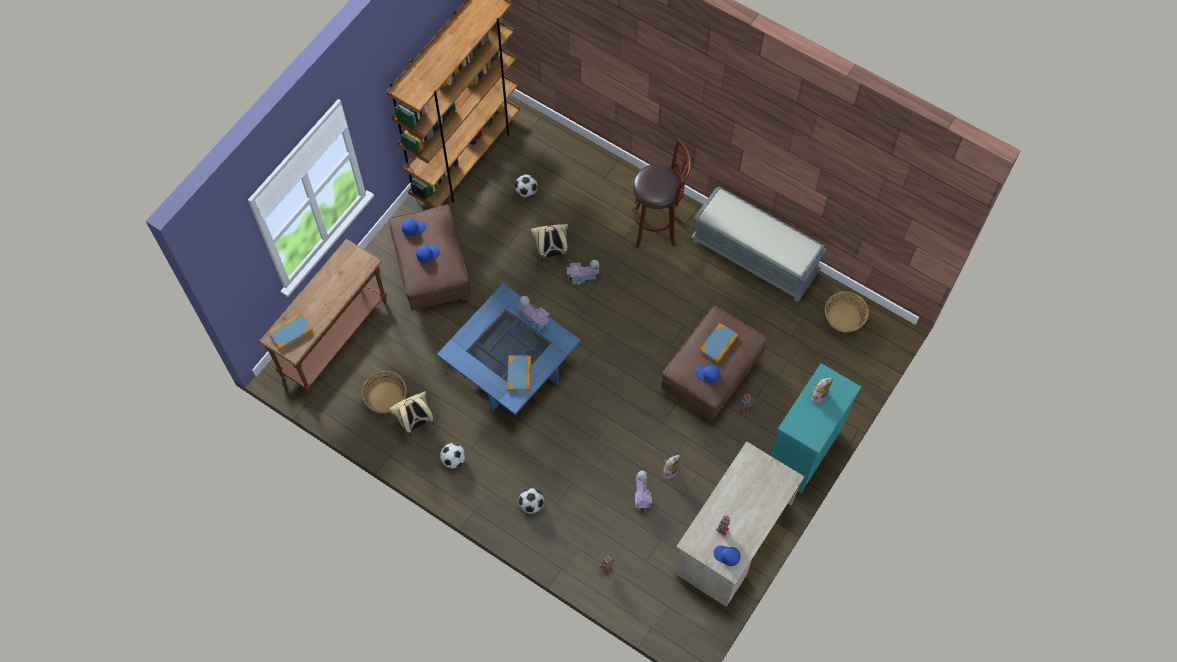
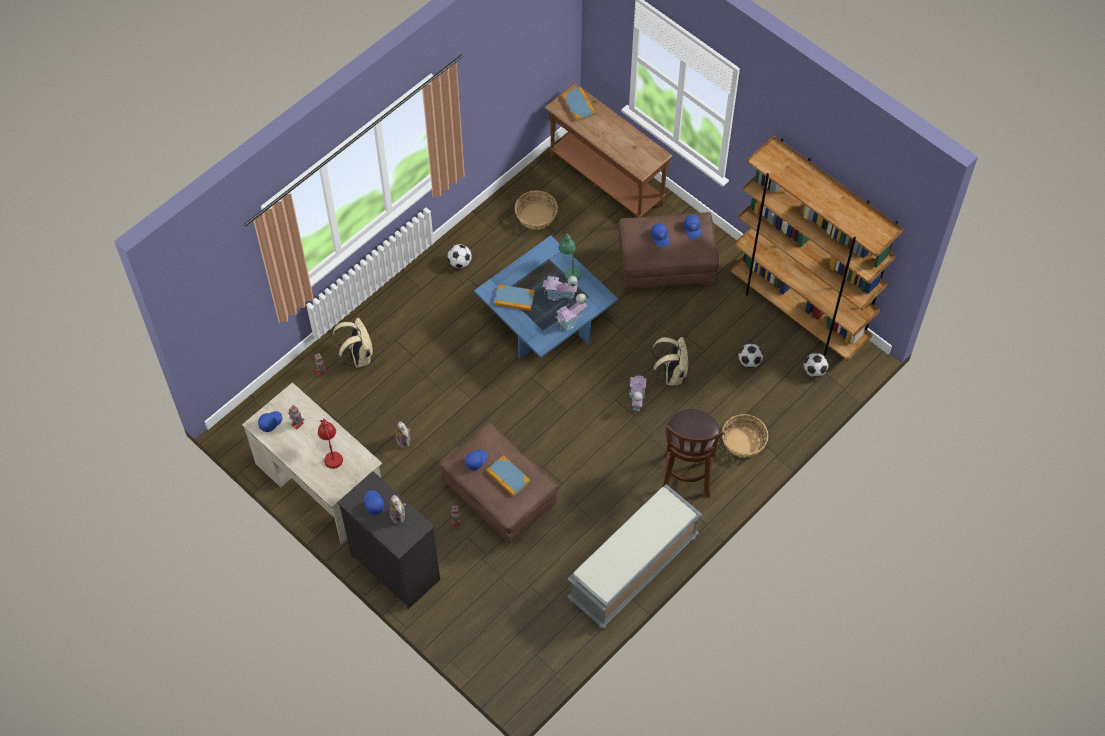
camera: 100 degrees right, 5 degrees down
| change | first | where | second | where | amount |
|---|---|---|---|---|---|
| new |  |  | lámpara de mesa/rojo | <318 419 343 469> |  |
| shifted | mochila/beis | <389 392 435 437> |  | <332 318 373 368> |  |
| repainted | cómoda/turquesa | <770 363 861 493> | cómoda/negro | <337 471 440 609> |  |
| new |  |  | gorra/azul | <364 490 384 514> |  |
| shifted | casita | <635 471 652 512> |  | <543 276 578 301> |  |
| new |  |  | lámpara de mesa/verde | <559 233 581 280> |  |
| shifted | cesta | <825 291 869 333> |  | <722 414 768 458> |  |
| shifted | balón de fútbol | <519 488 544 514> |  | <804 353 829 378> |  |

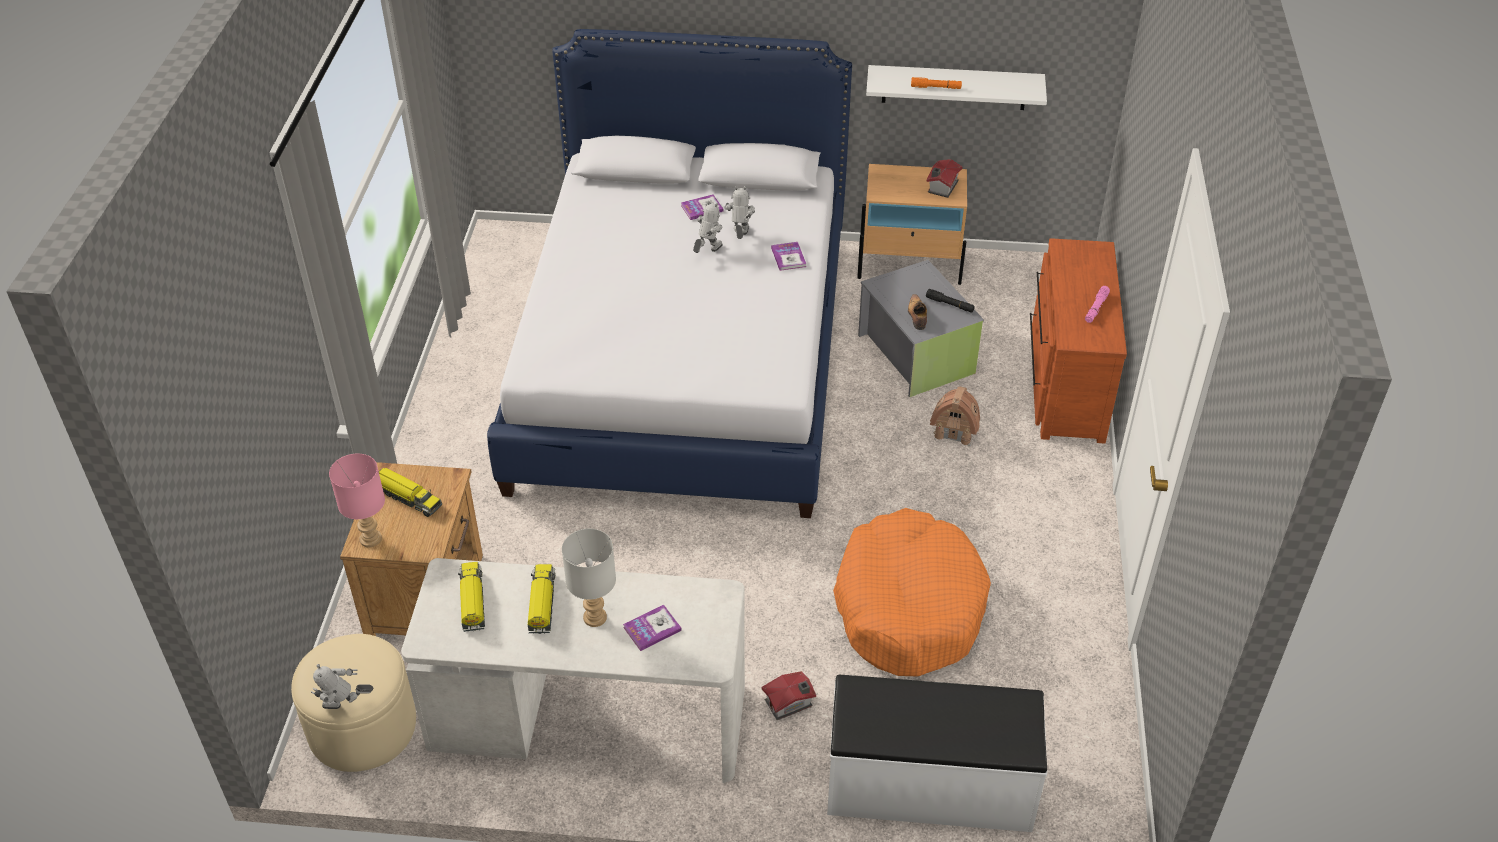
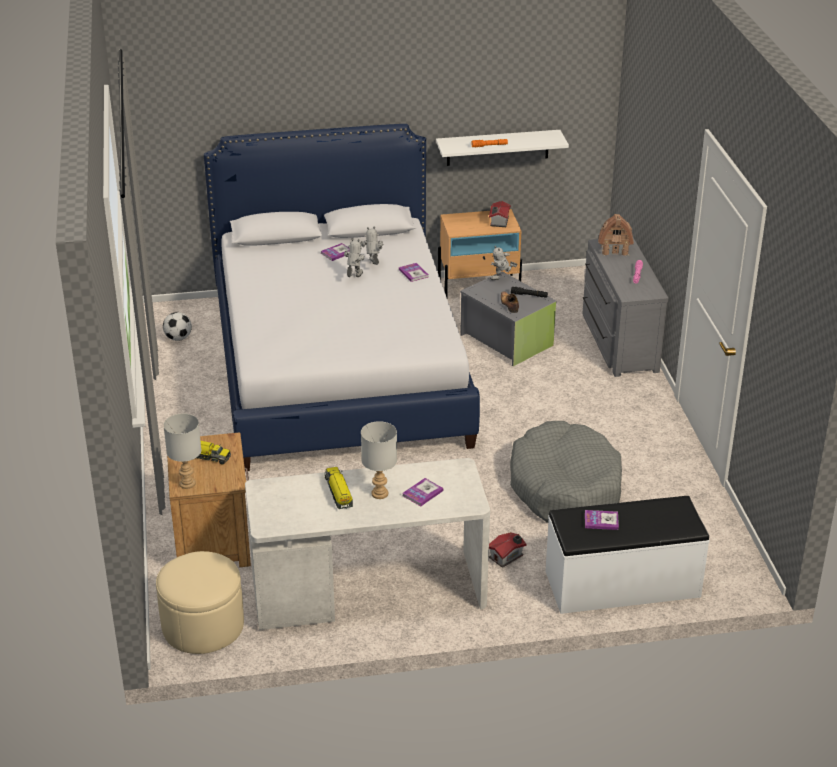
camera: 15 degrees left, 10 degrees down
| change | first | where | second | where | amount |
|---|---|---|---|---|---|
| new |  |  | balón de fútbol | <163 312 192 341> |  |
| repainted | lámpara de mesa/rosa | <329 454 385 547> | lámpara de mesa/gris | <163 413 201 489> |  |
| shifted | robot de juguete | <311 664 373 709> |  | <490 246 518 280> |  |
| repainted | cama para perro/naranja | <833 508 991 677> | cama para perro/gris | <510 421 622 523> |  |
| repainted | cómoda/marrón | <1030 238 1127 444> | cómoda/gris | <582 238 668 377> |  |
| new |  |  | libro | <585 510 619 530> |  |
| shifted | casita | <930 386 980 447> |  | <598 214 634 256> |  |
| gone | camión de juguete | <458 562 485 632> |  |  |  |

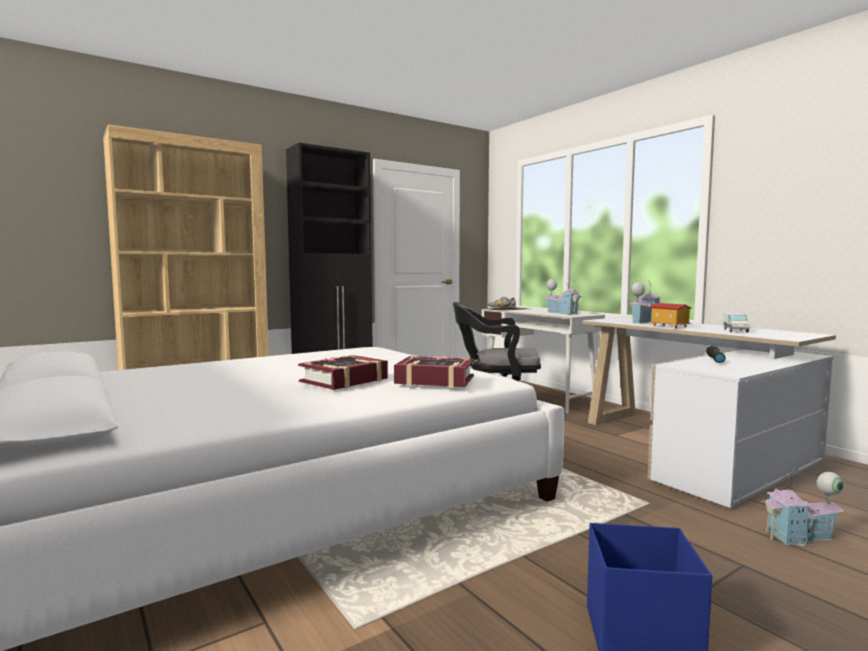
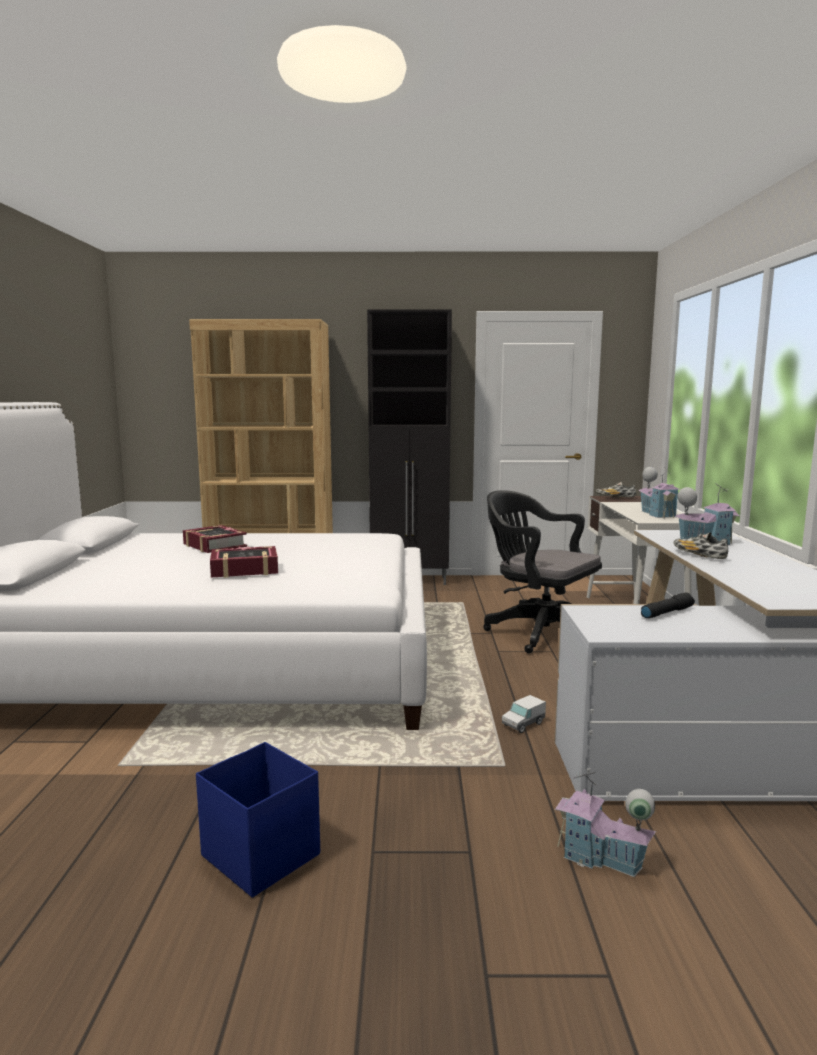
camera: 35 degrees right, 5 degrees up
| change | first | where | second | where | amount |
|---|---|---|---|---|---|
| shifted | libro | <394 356 474 388> |  | <183 525 247 553> |  |
| shifted | camión de juguete | <723 313 750 333> |  | <502 695 546 733> |  |
| swapped | casita | <650 303 692 329> | zapato | <674 532 728 559> |  |

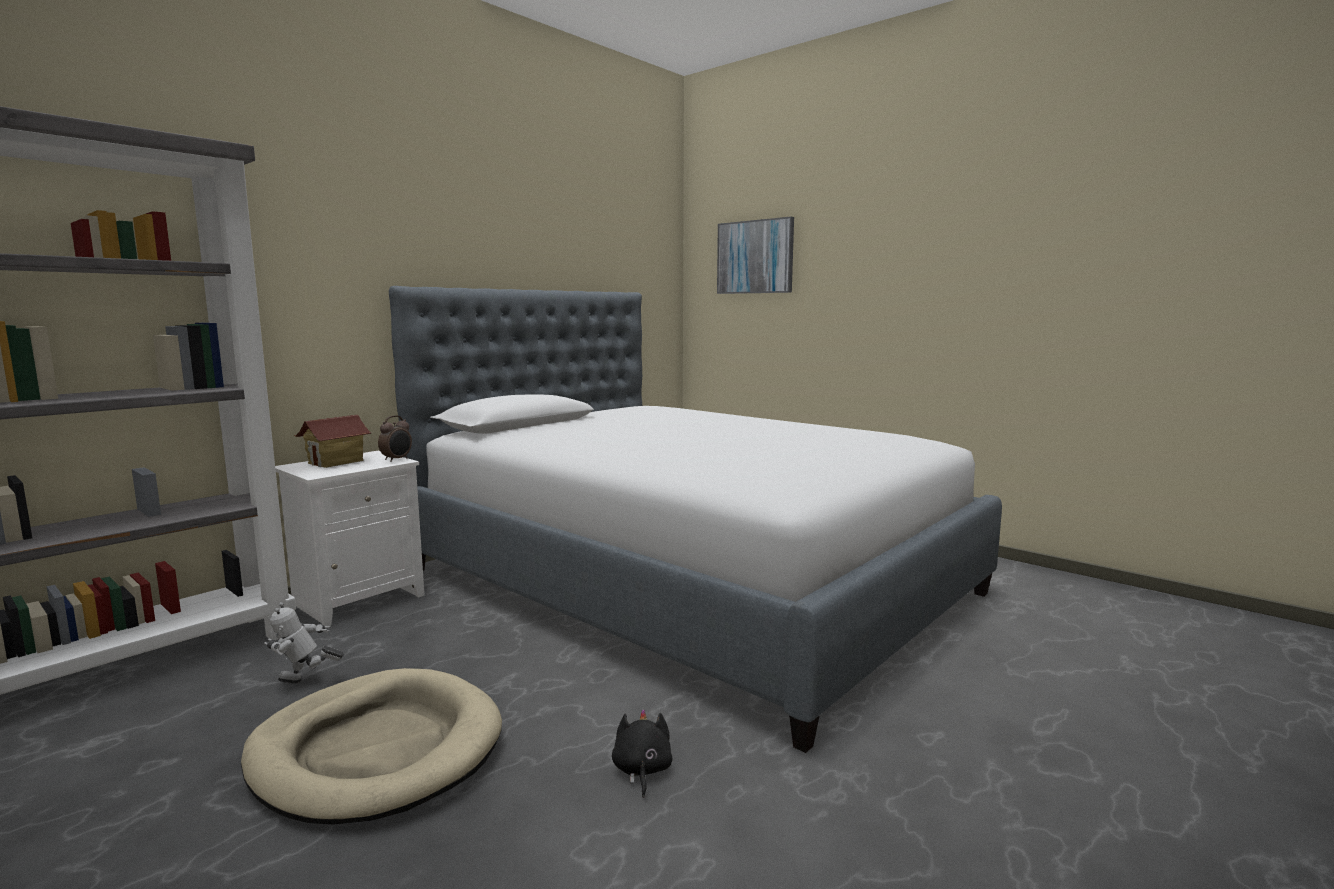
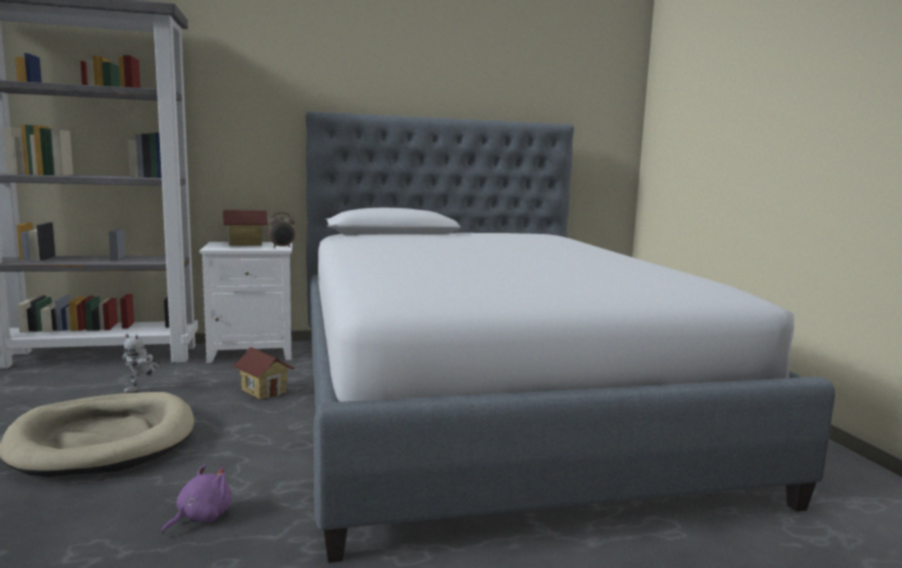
camera: 35 degrees right, 0 degrees up
| change | first | where | second | where | amount |
|---|---|---|---|---|---|
| rotated | robot de juguete | <264 602 344 683> |  | <122 334 160 393> | 105 degrees counterclockwise |
| repainted | peluche/negro | <612 709 672 798> | peluche/morado | <162 464 232 534> |  |
| new |  |  | casita | <231 347 295 399> |  |
| gone | cuadro | <717 217 794 294> |  |  |  |

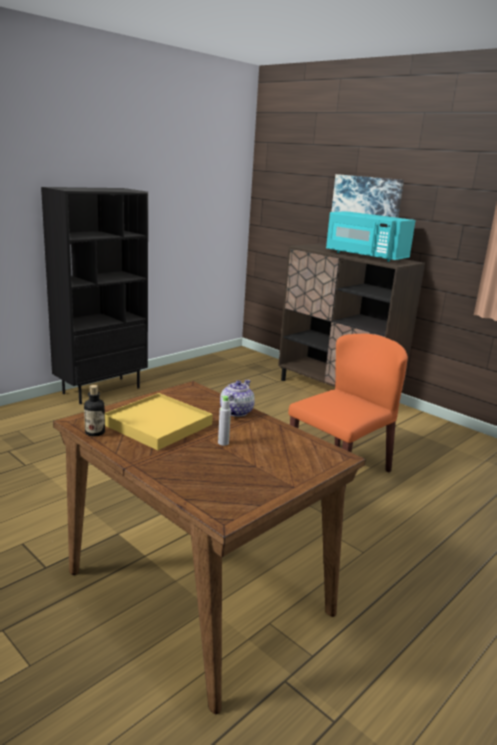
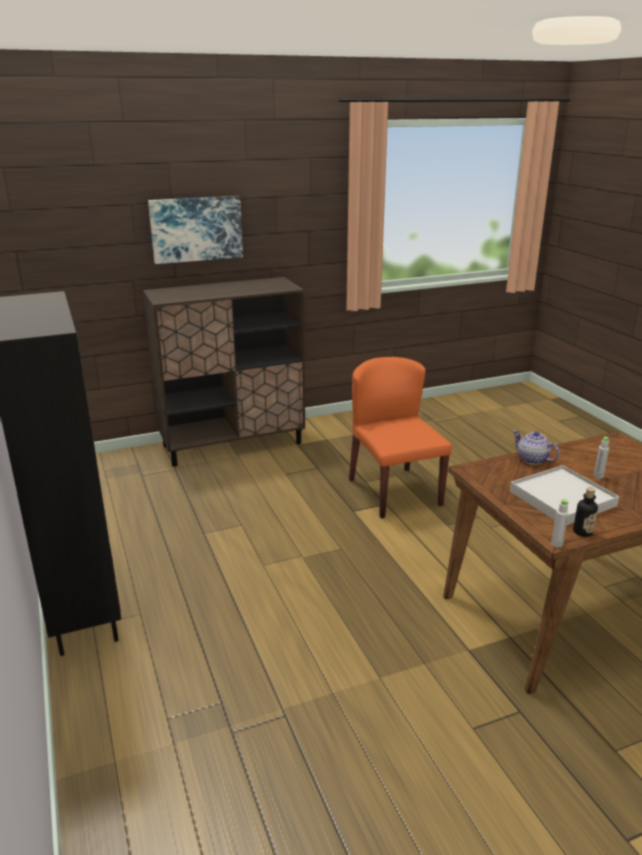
camera: 65 degrees left, 5 degrees up
| change | first | where | second | where | amount |
|---|---|---|---|---|---|
| repainted | bandeja/amarillo | <105 393 213 450> | bandeja/blanco | <510 465 619 525> |  |
| new |  |  | botella/gris | <551 499 569 547> |  |
| gone | microondas/turquesa | <326 211 416 262> |  |  |  |

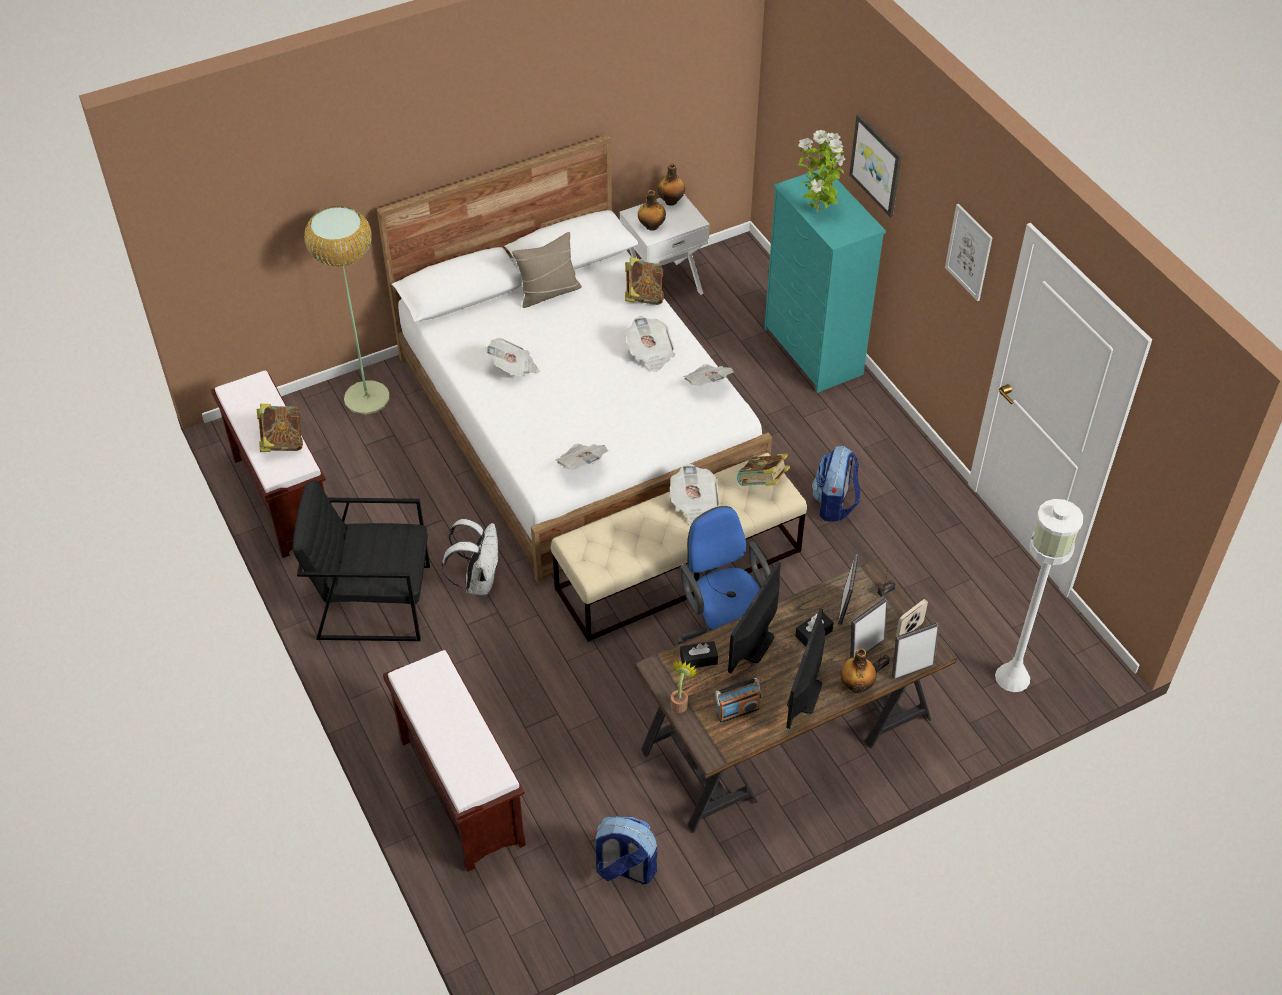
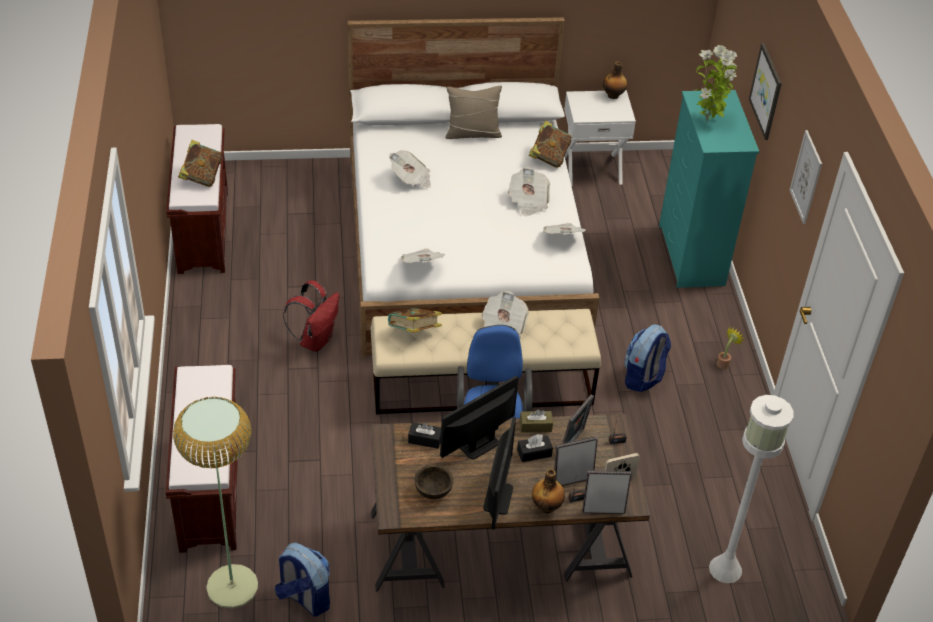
camera: 20 degrees right, 5 degrees down
| change | first | where | second | where | amount |
|---|---|---|---|---|---|
| shifted | lámpara de pie | <304 206 389 415> |  | <173 397 258 608> |  |
| repainted | mochila/blanco | <441 519 499 595> | mochila/rojo | <283 280 340 352> |  |
| shifted | libro | <737 453 790 486> |  | <388 308 442 333> |  |
| swapped | radio | <715 678 761 723> | cuenco/marrón | <415 465 453 499> |  |
| rotated | monitor | <786 608 825 729> |  | <483 417 516 530> | 150 degrees clockwise |
| new |  |  | caja de pañuelos/marrón | <520 410 553 433> |  |
| shifted | planta en maceta | <671 660 699 713> |  | <716 328 744 369> |  |
| gone | sillón/negro | <293 480 430 641> |  |  |  |
| gone | botella | <638 190 666 231> |  |  |  |

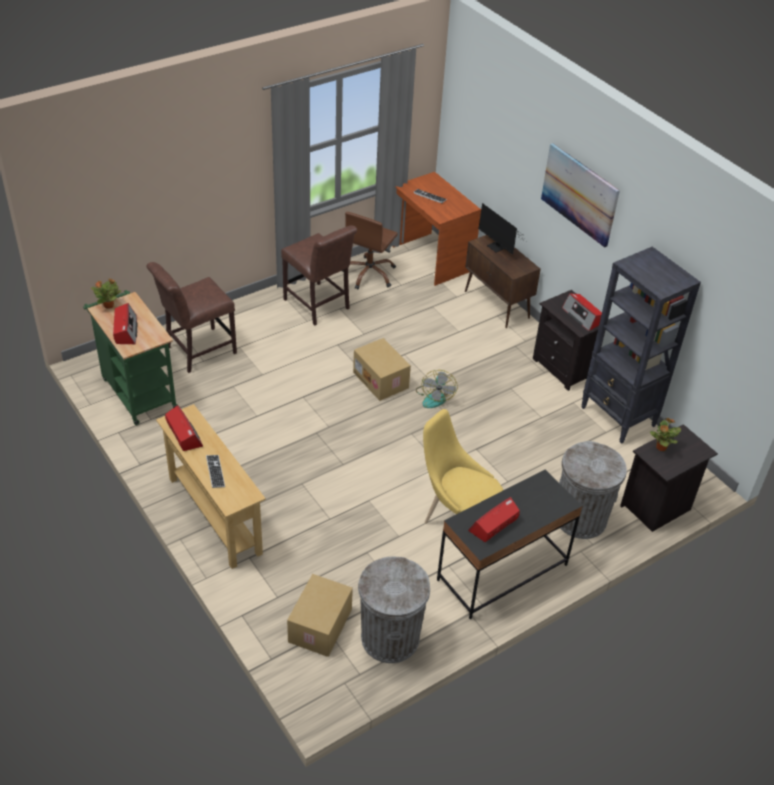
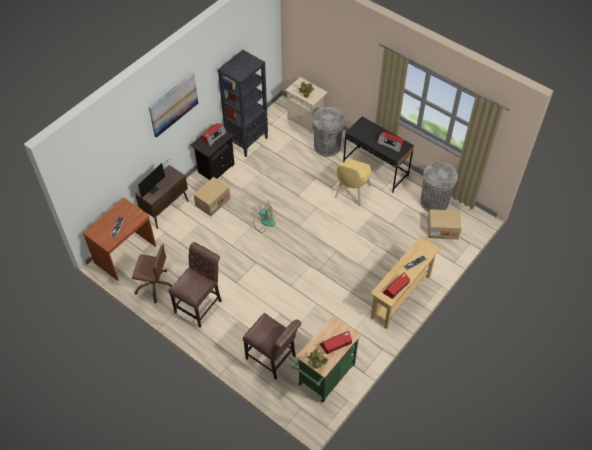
camera: 105 degrees left, 10 degrees up
| change | first | where | second | where | amount |
|---|---|---|---|---|---|
| shifted | caja de cartón | <353 338 411 401> |  | <193 177 230 216> |  |
| repainted | mesita de noche/negro | <620 424 718 532> | mesita de noche/beis | <286 77 328 133> |  |

